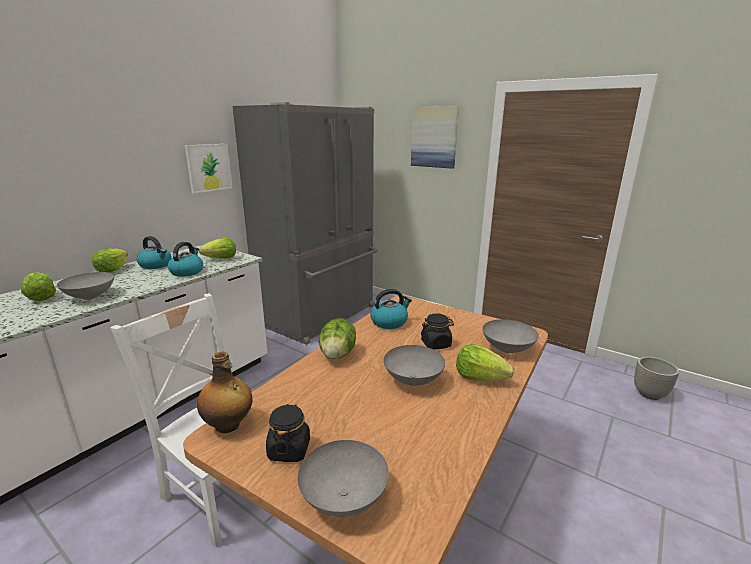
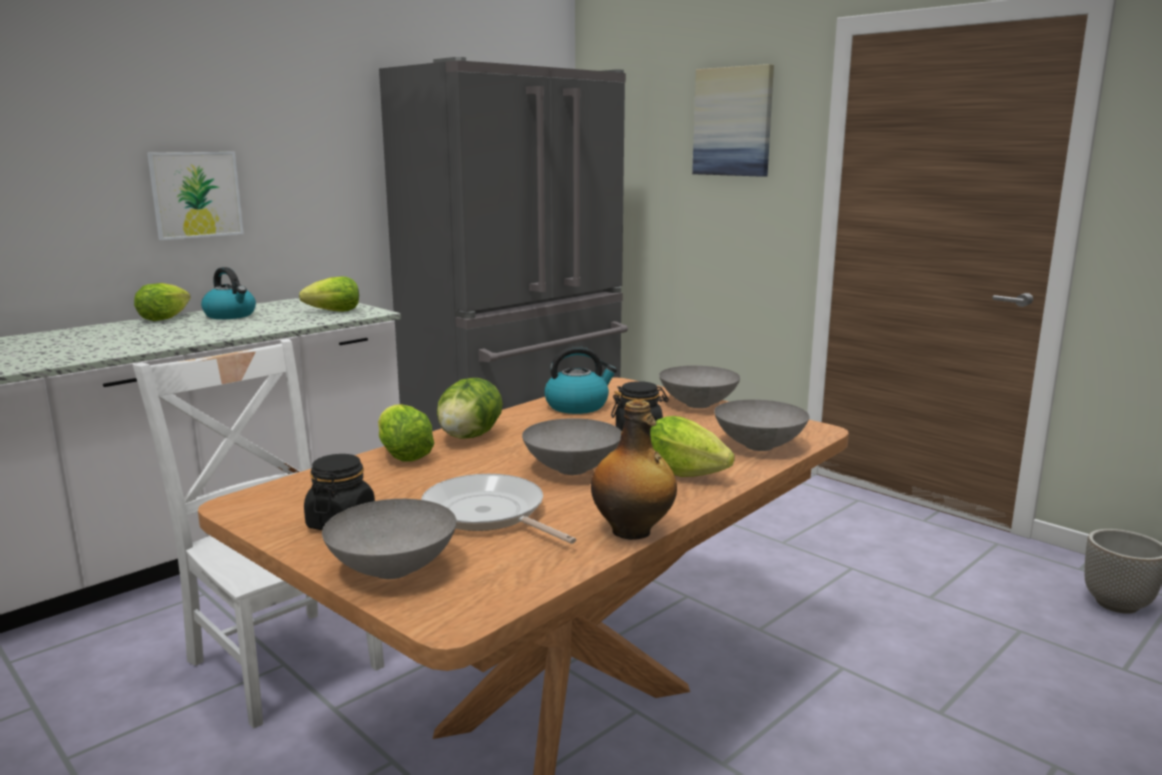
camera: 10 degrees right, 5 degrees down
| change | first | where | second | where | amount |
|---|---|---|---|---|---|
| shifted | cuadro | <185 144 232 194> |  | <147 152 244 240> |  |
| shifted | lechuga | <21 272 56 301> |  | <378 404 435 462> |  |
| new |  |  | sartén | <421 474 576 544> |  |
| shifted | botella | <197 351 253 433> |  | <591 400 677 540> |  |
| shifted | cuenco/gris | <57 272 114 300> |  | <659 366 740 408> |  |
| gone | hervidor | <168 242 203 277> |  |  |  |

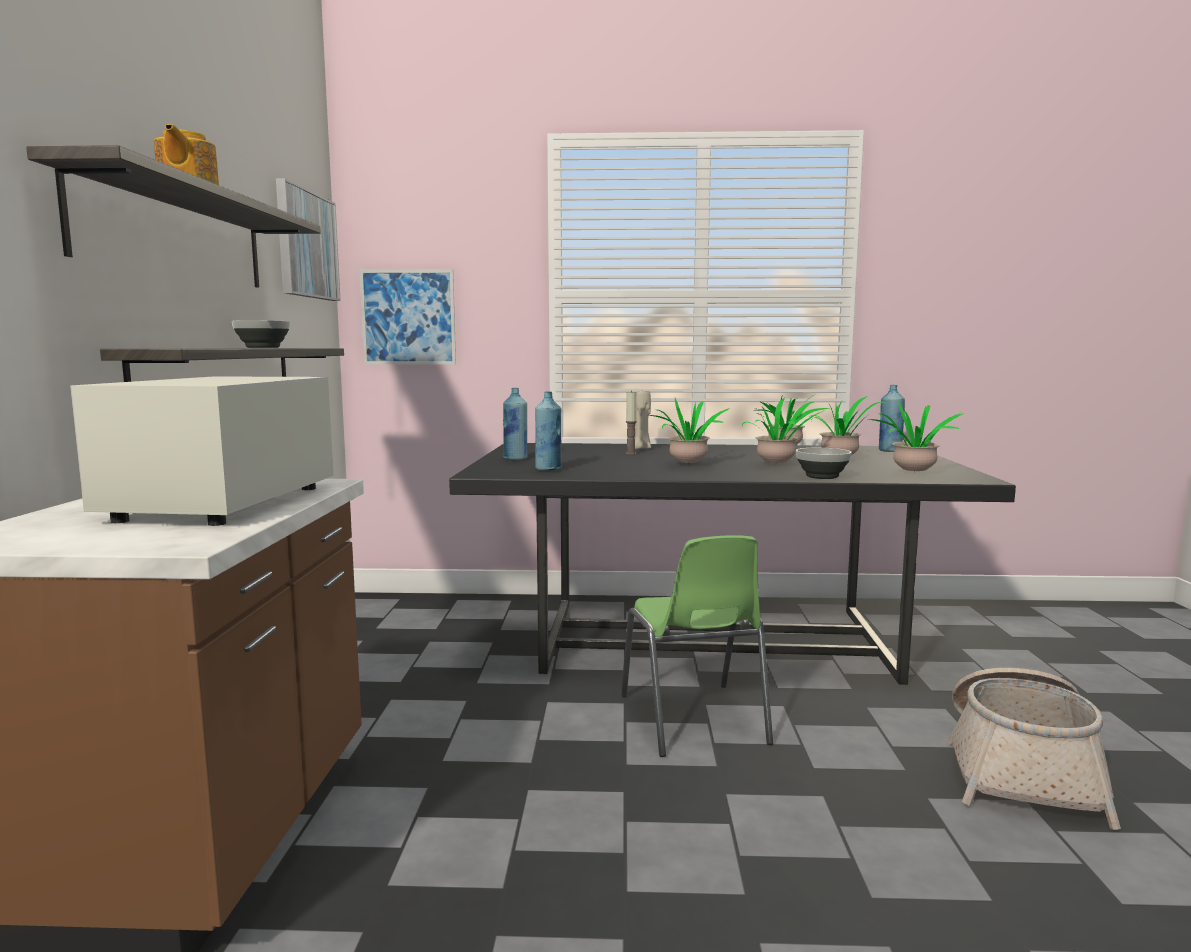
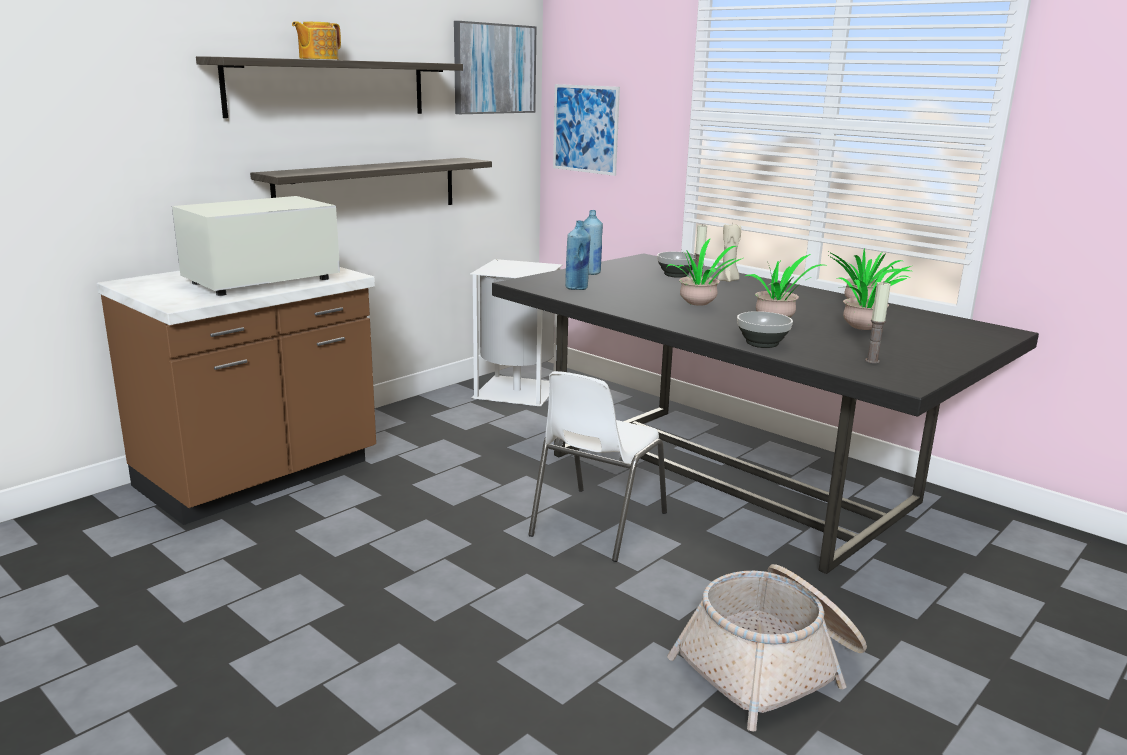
camera: 40 degrees right, 10 degrees up
| change | first | where | second | where | amount |
|---|---|---|---|---|---|
| new |  |  | papelera/blanco | <470 259 563 406> |  |
| repainted | silla/verde | <621 535 773 757> | silla/blanco | <528 371 667 562> |  |
| shifted | cuenco | <232 320 290 348> |  | <657 252 696 278> |  |
| swapped | planta en maceta | <868 401 964 473> | vela | <865 282 891 363> |  |
| gone | botella/azul | <879 385 905 452> |  |  |  |

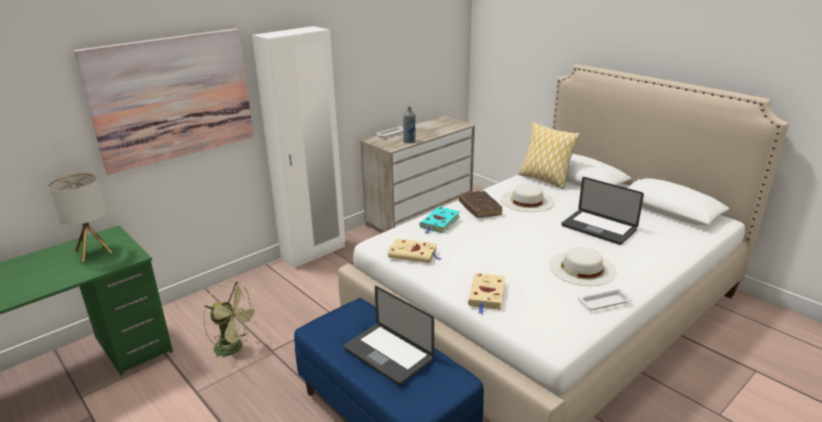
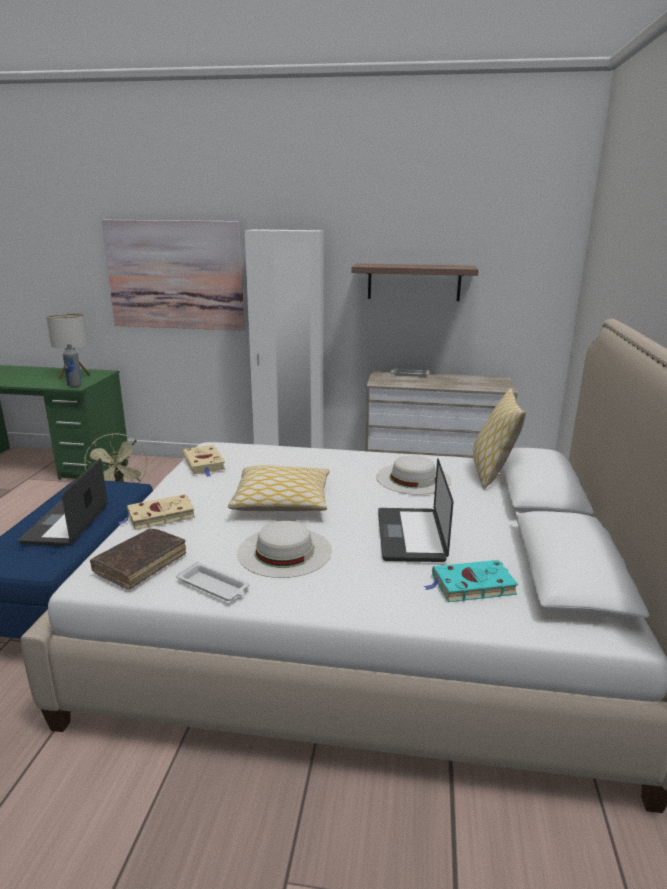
camera: 50 degrees right, 5 degrees down
| change | first | where | second | where | amount |
|---|---|---|---|---|---|
| shifted | botella/gris | <403 107 415 143> |  | <63 344 82 387> |  |
| shifted | libro/marrón | <459 191 502 218> |  | <90 529 186 589> |  |
| new |  |  | cojín | <228 465 329 511> |  |
| new |  |  | estante | <351 263 479 301> |  |
| shifted | libro/turquesa | <420 207 460 234> |  | <424 560 518 602> |  |

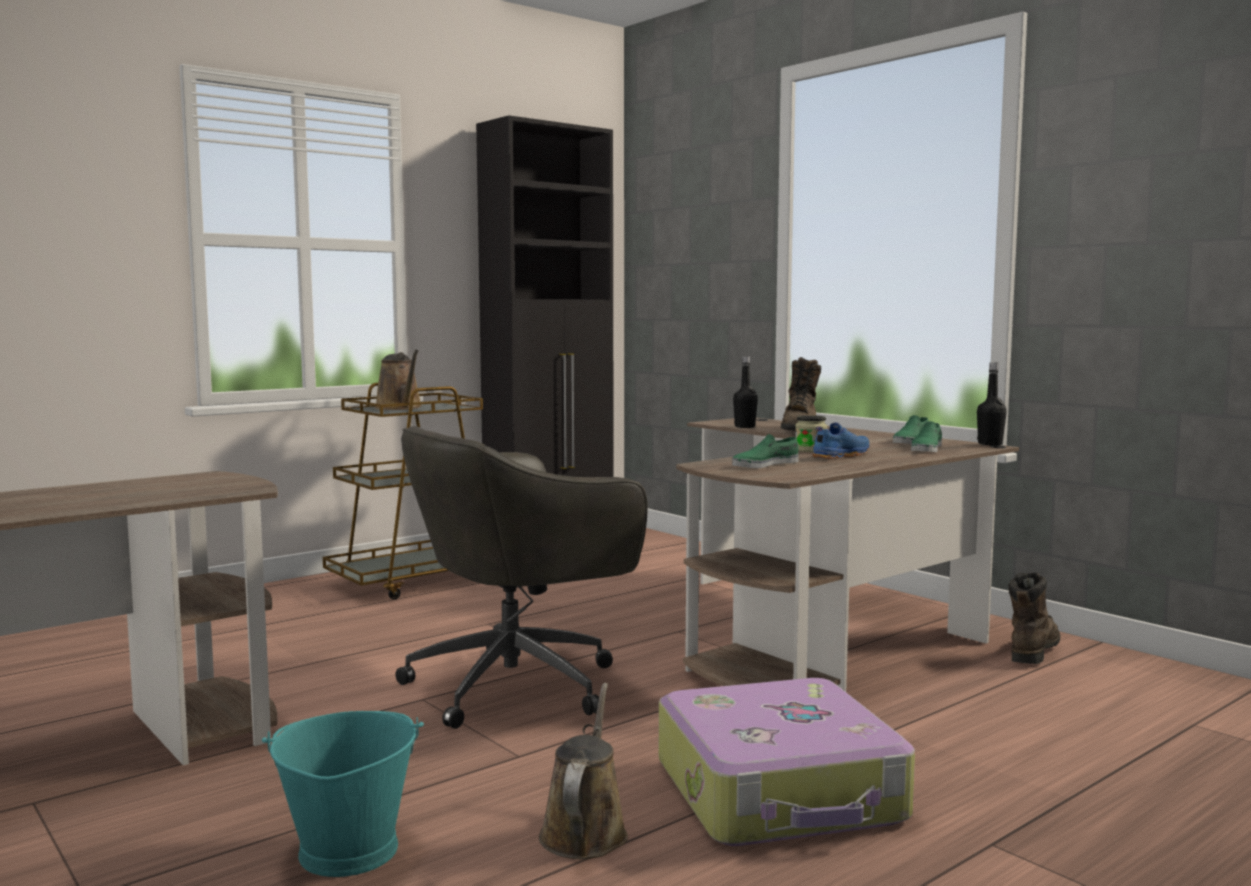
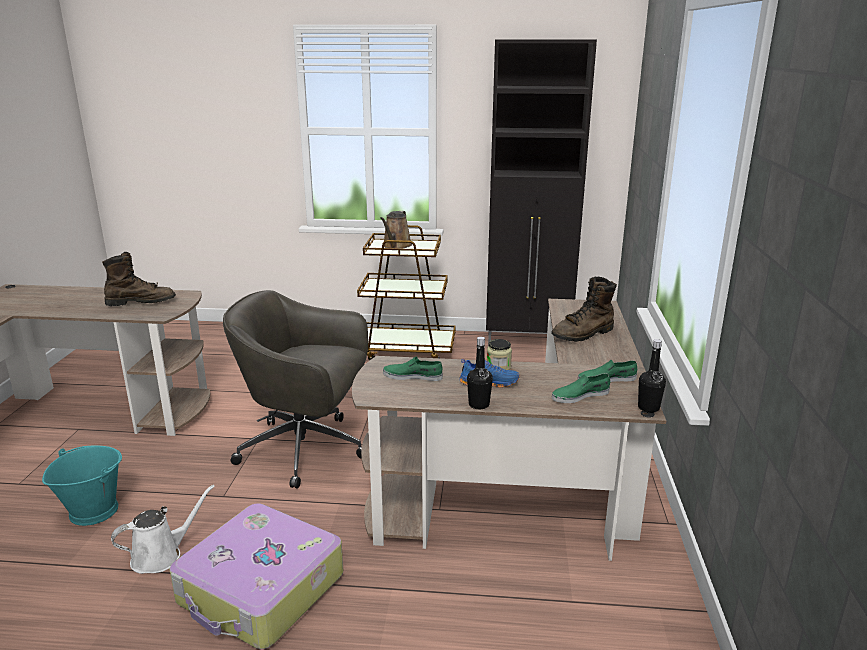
camera: 45 degrees right, 15 degrees up
| change | first | where | second | where | amount |
|---|---|---|---|---|---|
| shifted | bota/marrón | <1008 572 1060 664> |  | <102 252 176 306> |  |
| repainted | regadera/marrón | <539 683 628 859> | regadera/blanco | <111 485 215 574> |  |
| shifted | botella/negro | <733 356 758 428> |  | <467 337 493 409> |  |

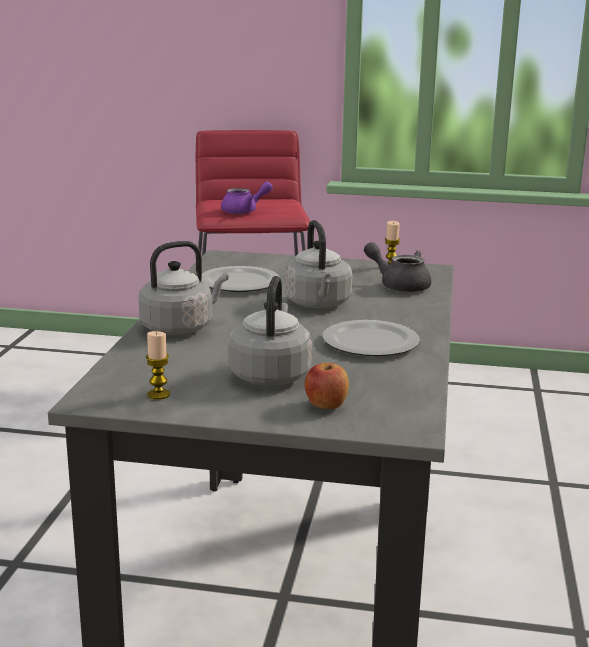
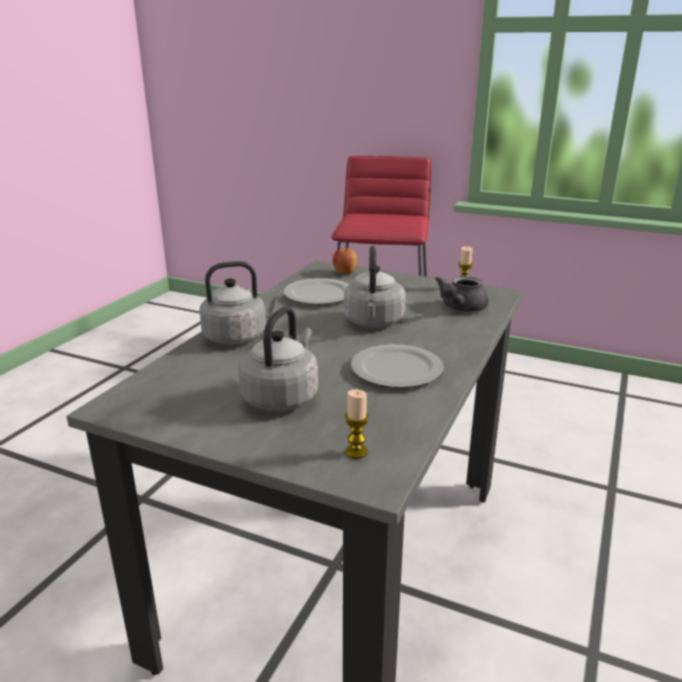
camera: 15 degrees right, 5 degrees up
| change | first | where | second | where | amount |
|---|---|---|---|---|---|
| shifted | manzana | <305 363 349 409> |  | <333 248 357 274> |  |
| shifted | vela | <146 331 170 400> |  | <345 389 369 459> |  |
| rotated | tetera/gris | <364 242 431 292> |  | <435 276 489 312> | 105 degrees counterclockwise |
| gone | tetera/morado | <221 181 273 214> |  |  |  |

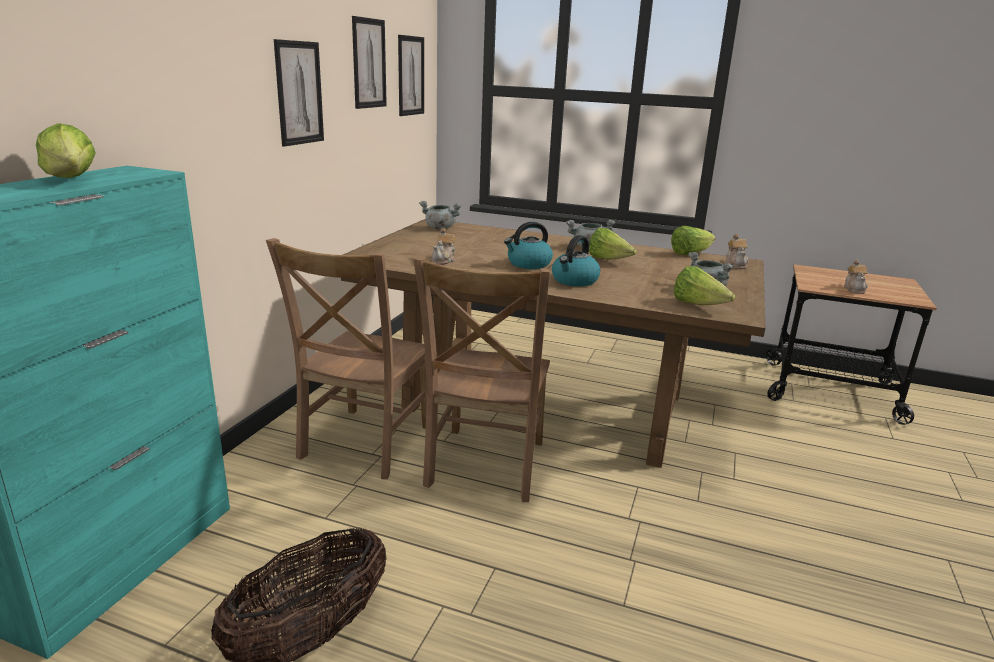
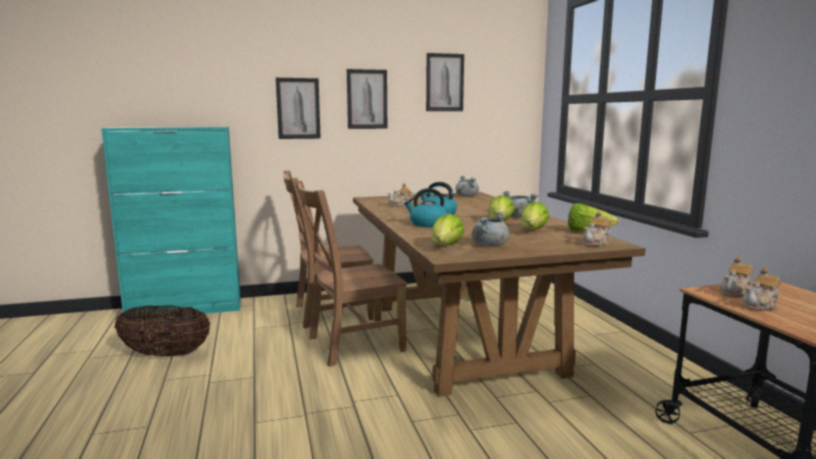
camera: 55 degrees right, 10 degrees down
| change | first | where | second | where | amount |
|---|---|---|---|---|---|
| shifted | cuadro | <398 35 424 116> |  | <276 78 321 139> |  |
| shifted | lechuga | <36 123 96 178> |  | <521 202 549 230> |  |
| new |  |  | tetera | <720 257 753 298> |  |

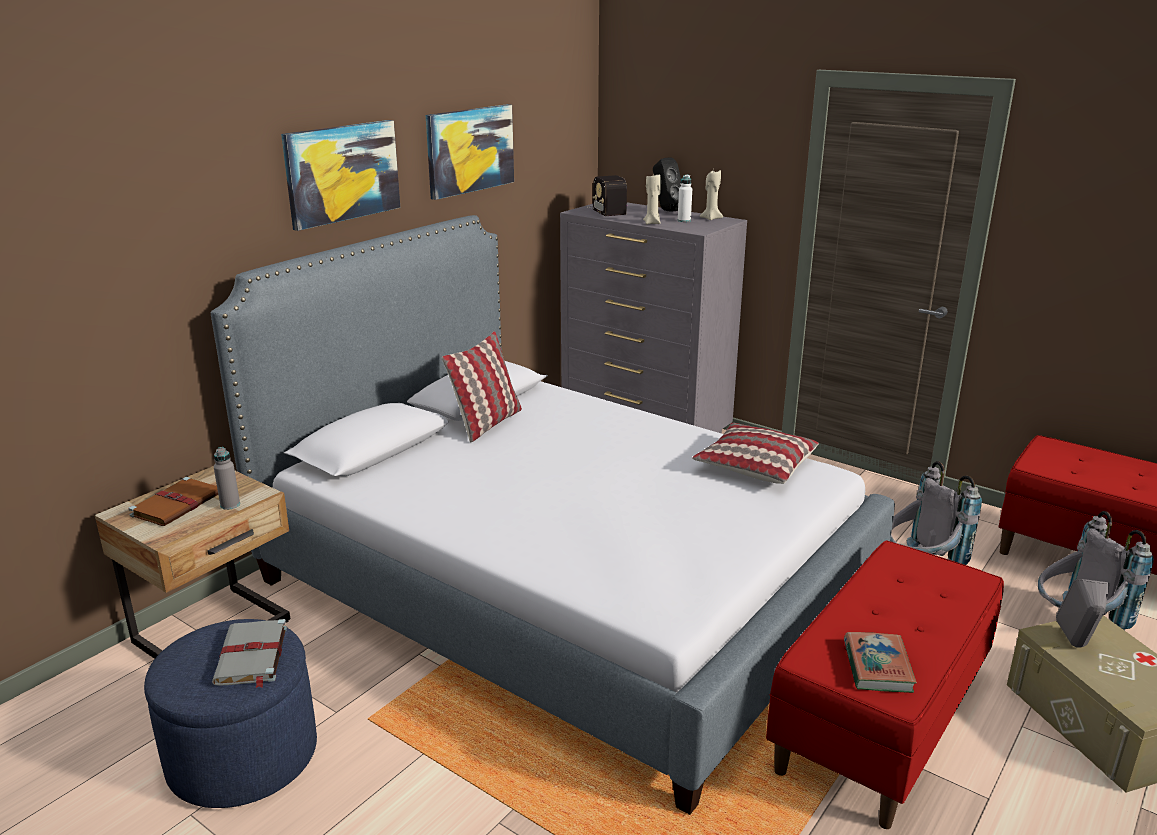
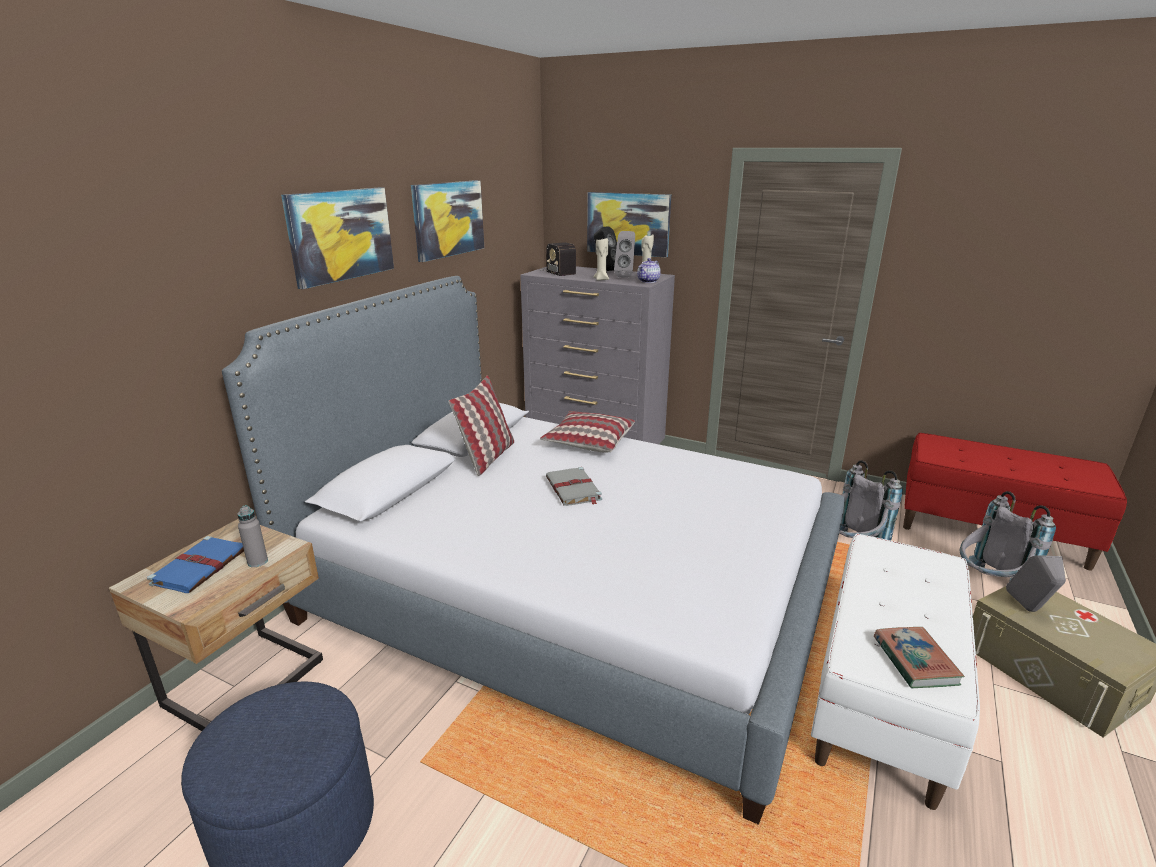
camera: 10 degrees left, 0 degrees up
| change | first | where | second | where | amount |
|---|---|---|---|---|---|
| repainted | libro/marrón | <128 477 218 526> | libro/azul | <147 536 244 593> |  |
| shifted | cojín | <692 423 819 484> |  | <540 411 635 453> |  |
| shifted | libro/gris | <212 619 287 688> |  | <546 467 602 506> |  |
| new |  |  | cuadro | <587 192 671 258> |  |
| swapped | botella/blanco | <678 175 692 222> | altavoz/gris | <614 231 635 278> |  |
| new |  |  | tetera | <637 258 661 283> |  |
| repainted | banco/rojo | <766 541 1004 829> | banco/blanco | <811 533 980 810> |  |

